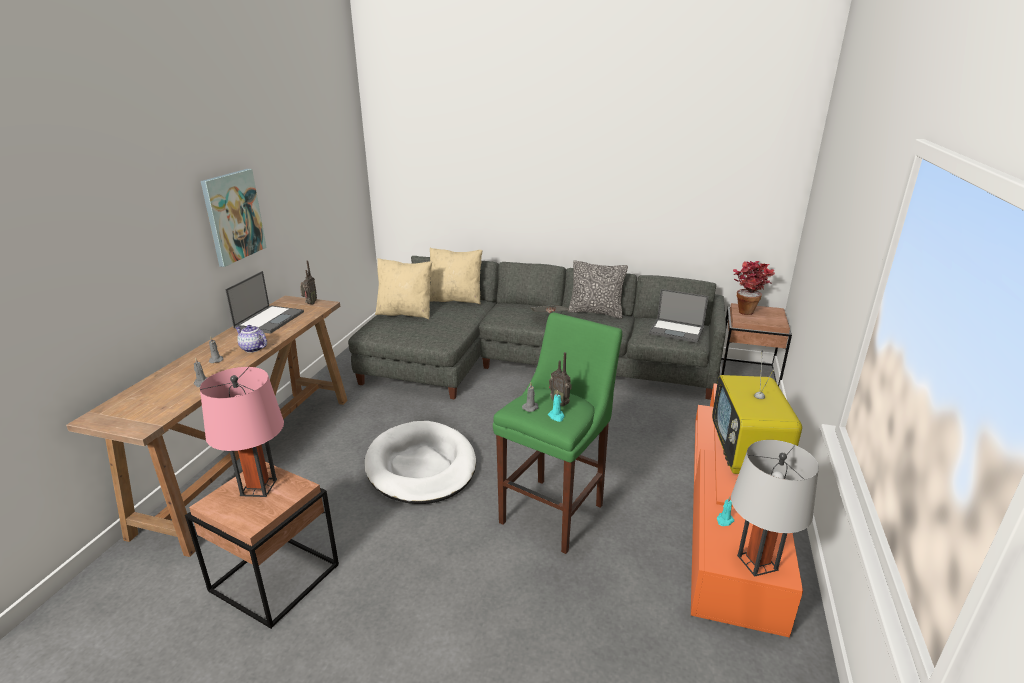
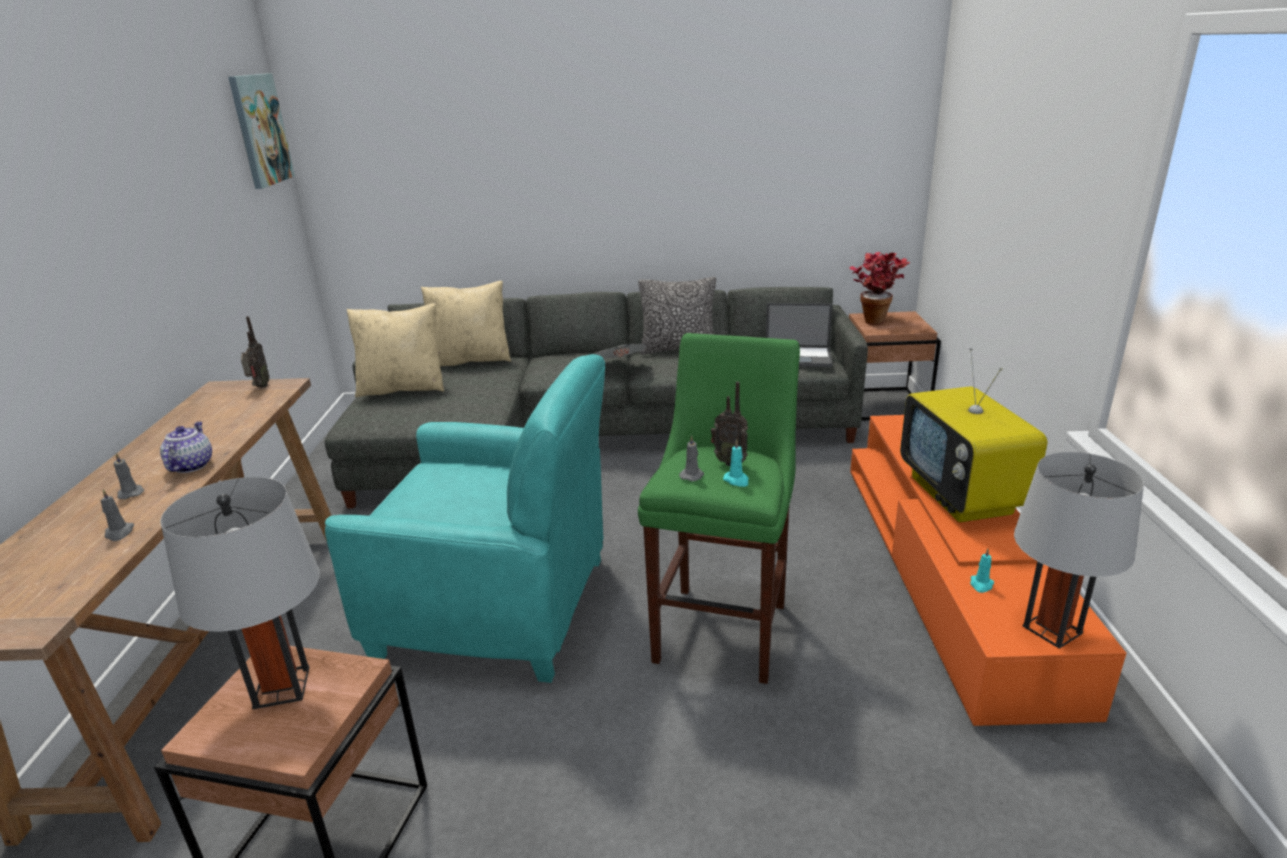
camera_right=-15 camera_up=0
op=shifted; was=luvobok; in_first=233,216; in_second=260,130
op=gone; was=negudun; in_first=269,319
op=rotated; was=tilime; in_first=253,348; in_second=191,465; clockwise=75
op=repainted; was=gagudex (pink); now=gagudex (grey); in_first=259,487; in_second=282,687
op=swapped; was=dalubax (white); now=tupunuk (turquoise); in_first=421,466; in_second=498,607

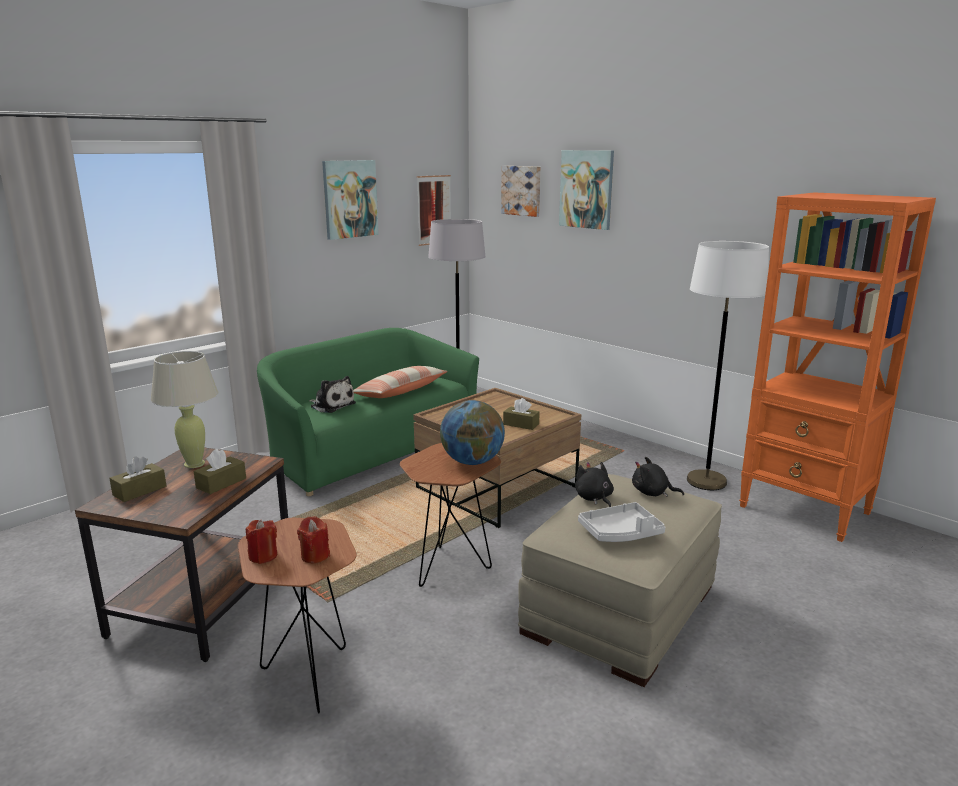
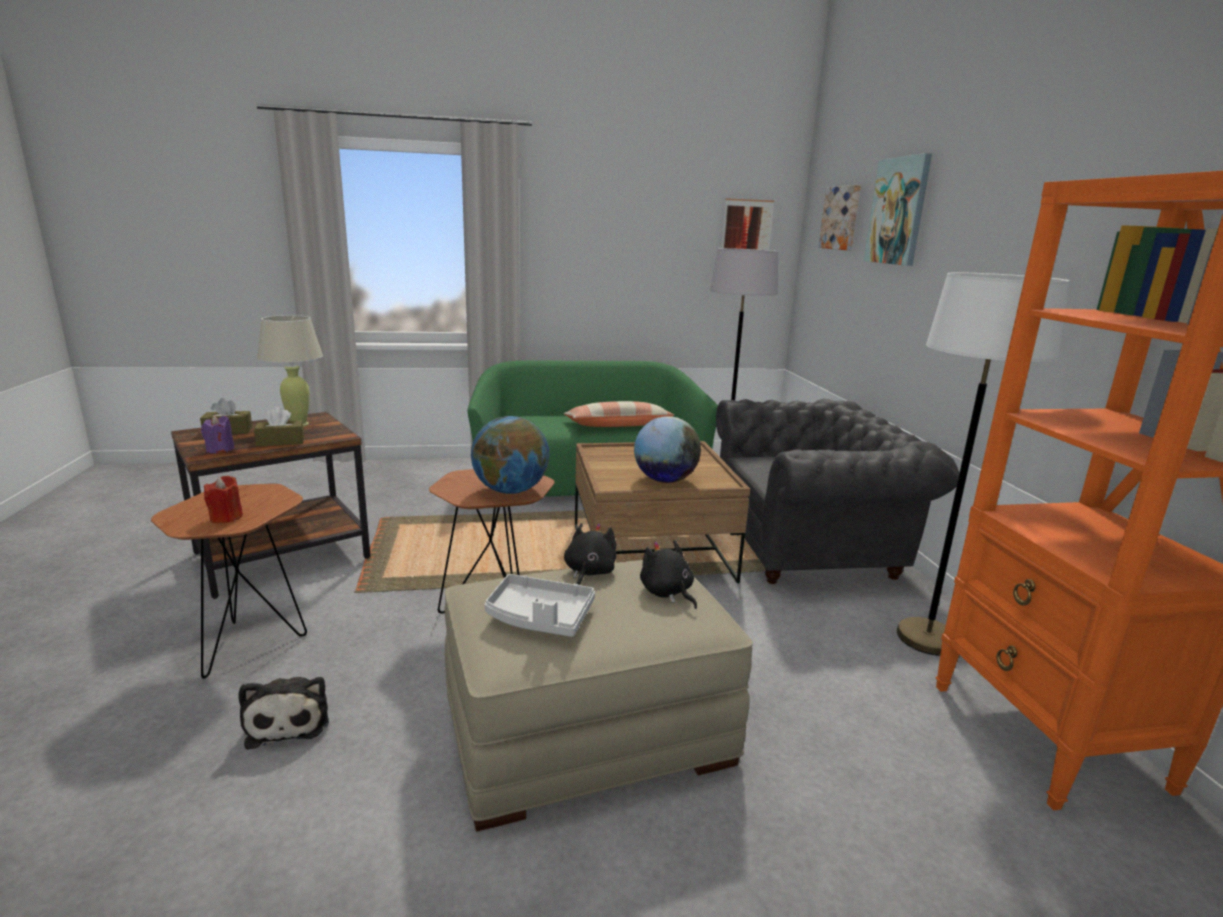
camera_right=35 camera_up=0
op=gone; was=luvobok; in_first=350,199
op=shifted; was=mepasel; in_first=331,405; in_second=289,721
op=swapped; was=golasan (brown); now=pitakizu; in_first=521,424; in_second=665,480
op=gone; was=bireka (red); in_first=263,556
op=new; now=tupunuk (grey); in_second=810,545
op=new; now=bireka (purple); in_second=220,450

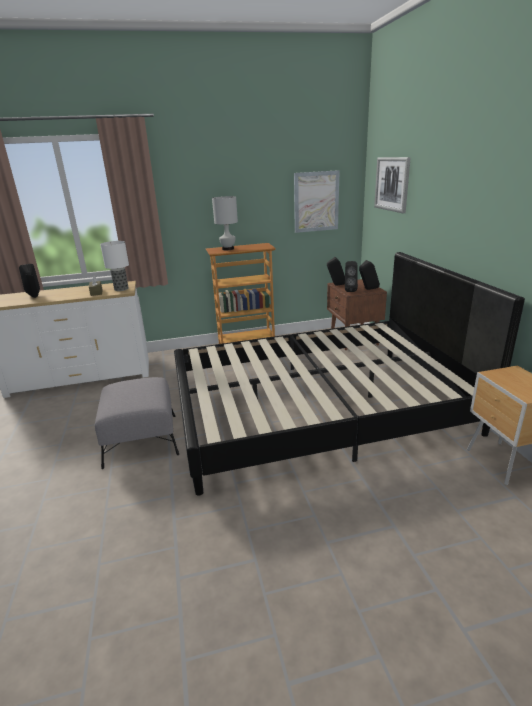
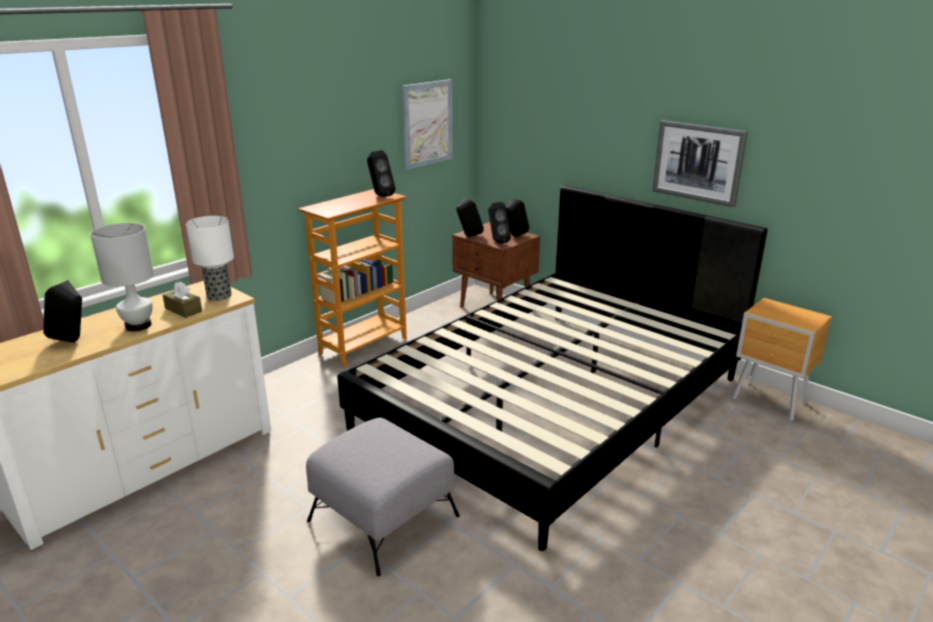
camera_right=-35 camera_up=0
op=shifted; was=luvobok; in_first=392,184; in_second=698,162
op=shifted; was=gagudex (white); in_first=228,249; in_second=138,326
op=new; now=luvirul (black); in_second=380,195

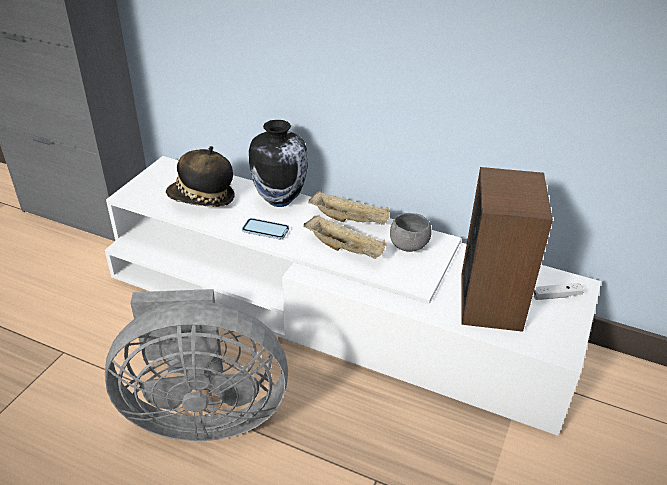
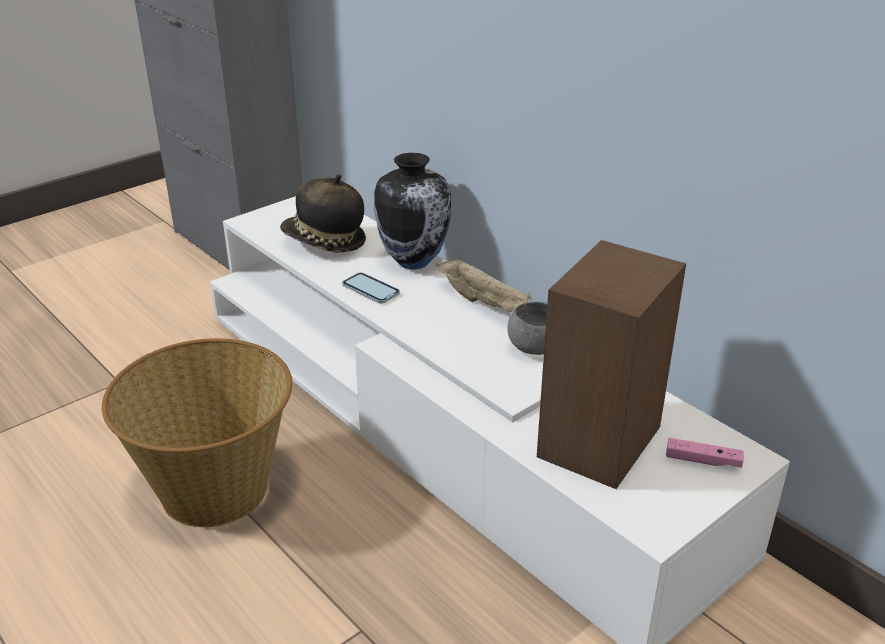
camera_right=25 camera_up=-5
op=gone; was=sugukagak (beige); in_first=345,249
op=repainted; was=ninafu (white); now=ninafu (pink); in_first=556,296; in_second=703,460
op=swapped; was=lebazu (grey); now=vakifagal; in_first=202,413; in_second=215,488

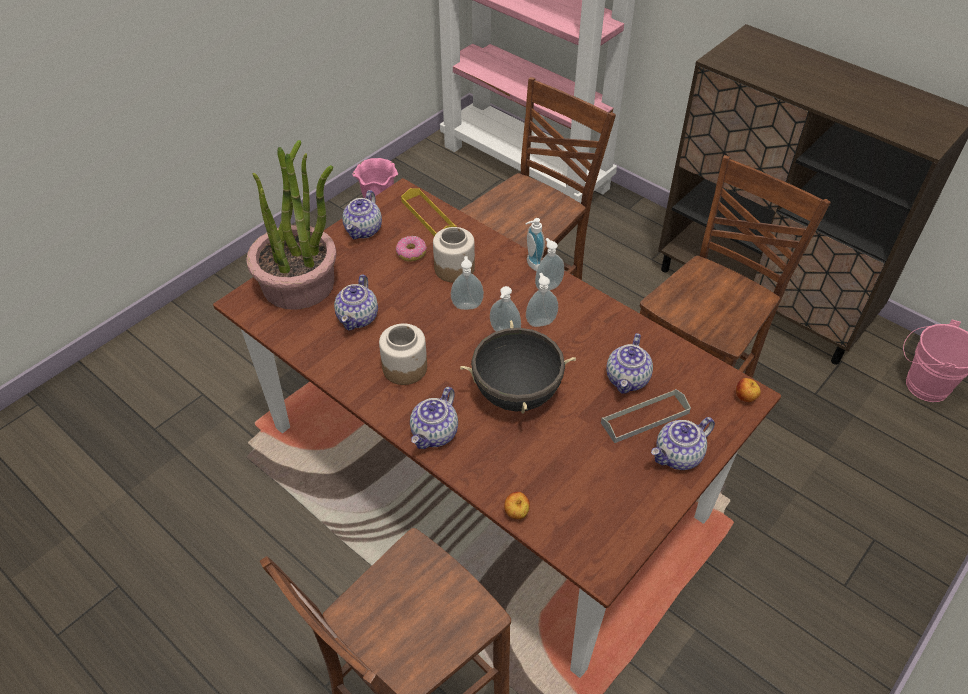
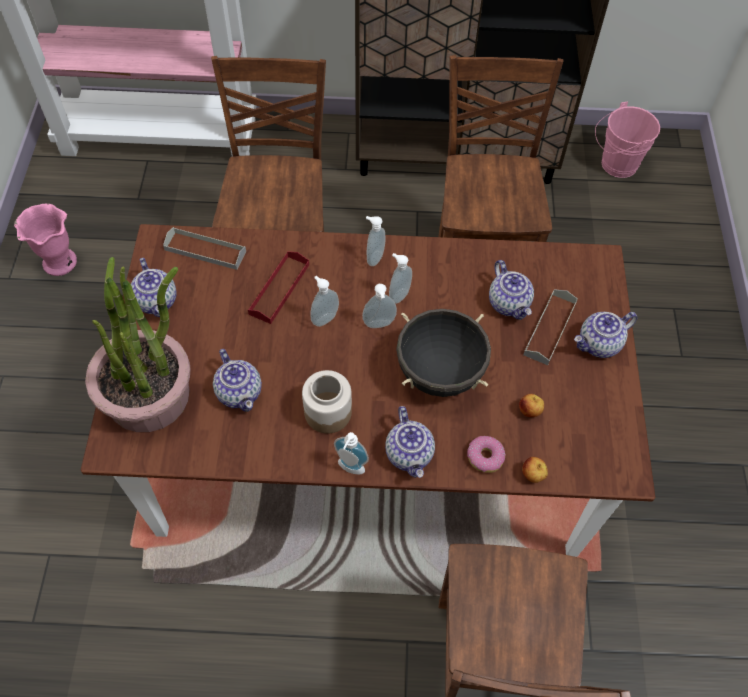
camera_right=-40 camera_up=10
op=repainted; was=sugukagak (yellow); now=sugukagak (grey); in_first=428,216; in_second=205,250
op=shifted; was=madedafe; in_first=531,265; in_second=349,469
op=swapped; was=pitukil; now=sugukagak (red); in_first=454,268; in_second=279,289
op=shifted; was=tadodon; in_first=411,253; in_second=485,457
op=shifted; was=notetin; in_first=745,398; in_second=529,411
op=rotated; was=tilime; in_first=678,456; in_second=599,344; clockwise=45

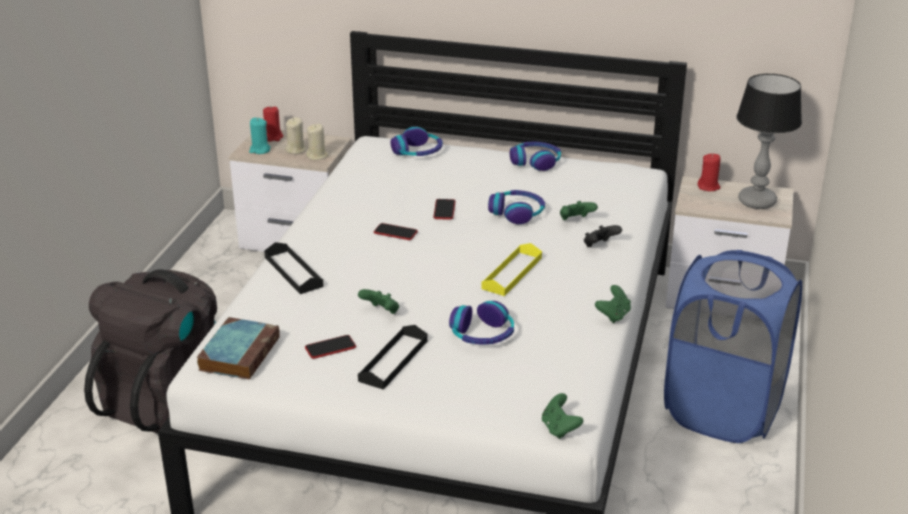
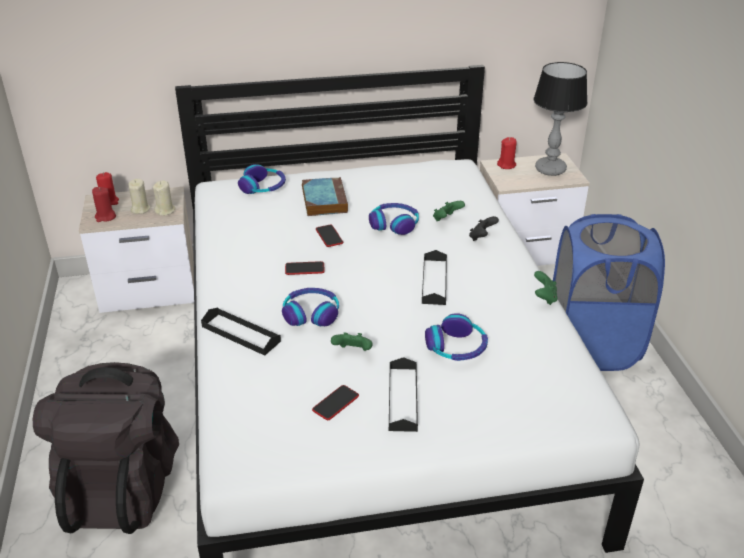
camera_right=-25 camera_up=5
op=repainted; was=bireka (turquoise); now=bireka (red); in_first=260,150; in_second=105,217
op=shifted; was=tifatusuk; in_first=535,162; in_second=311,313
op=repainted; was=sugukagak (yellow); now=sugukagak (black); in_first=512,273; in_second=434,281
op=shifted; was=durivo; in_first=239,353; in_second=324,200
op=gone; was=ninafu (green); in_first=559,429

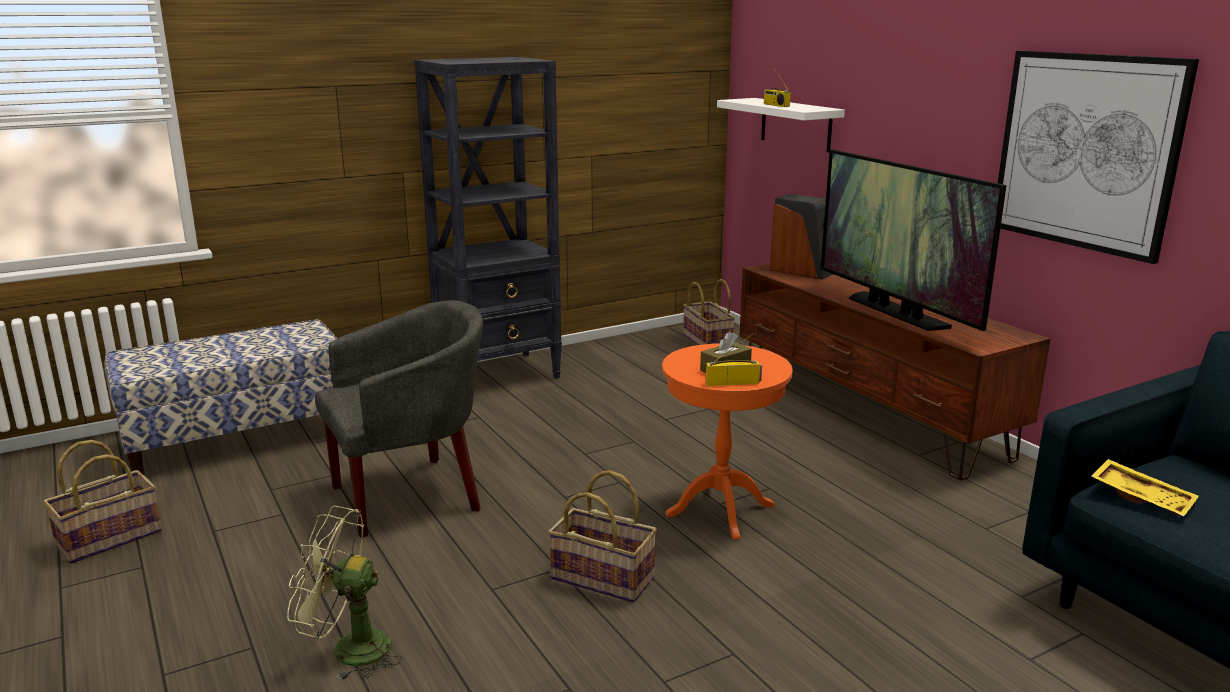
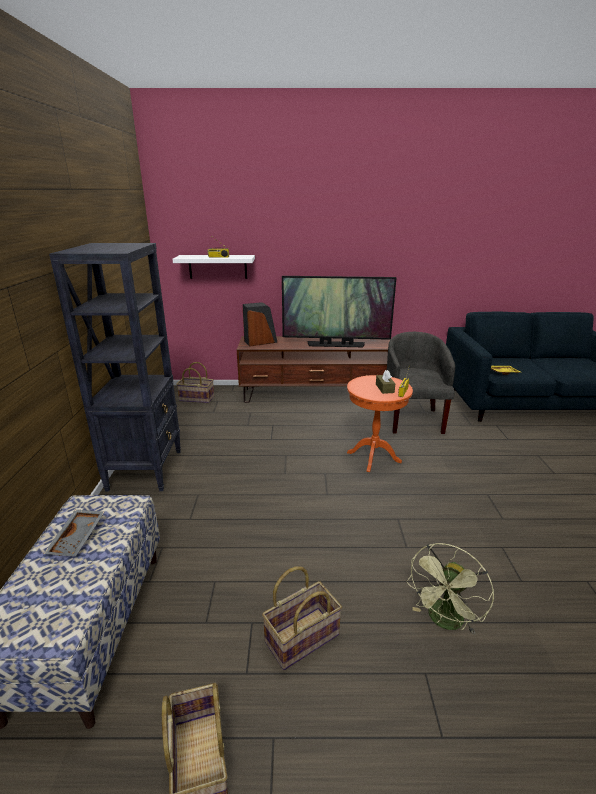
camera_right=-60 camera_up=5
op=gone; was=luvobok; in_first=1086,151
op=shifted; was=tupunuk (grey); in_first=411,495; in_second=412,419
op=shifted; was=vakifagal; in_first=604,577; in_second=301,637
op=new; now=sugukagak (grey); in_second=78,538

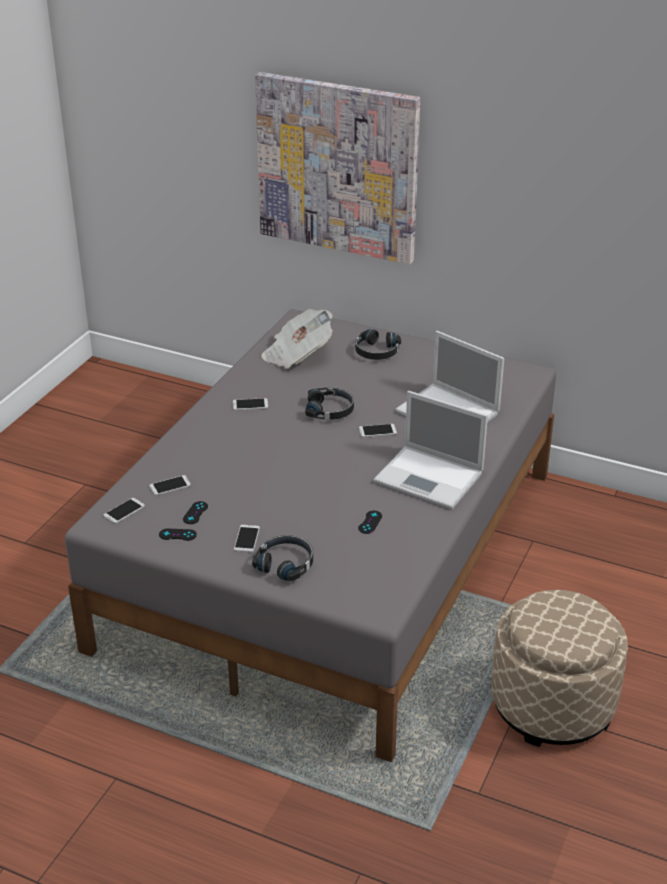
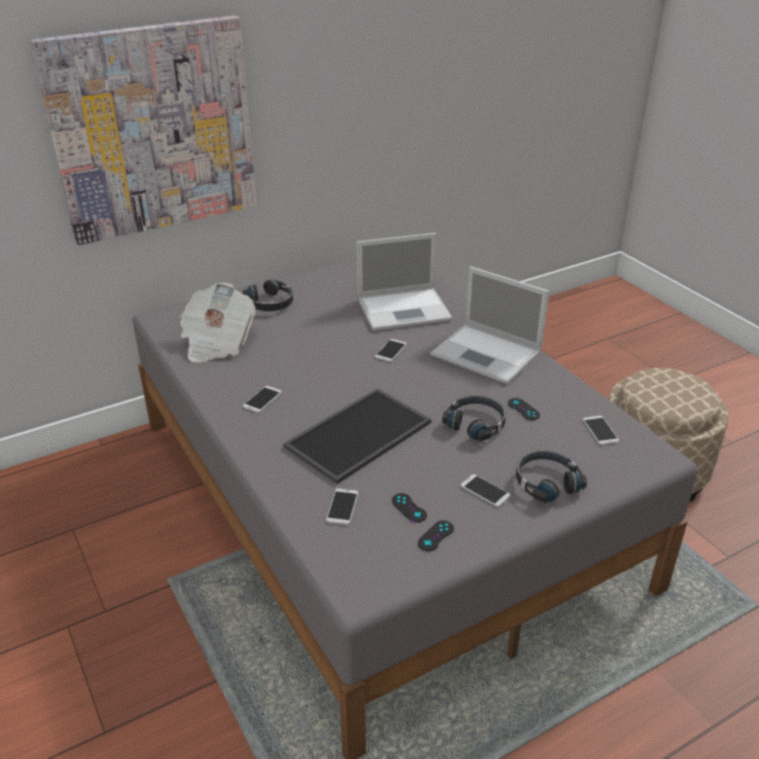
camera_right=-55 camera_up=0
op=shifted; was=tifatusuk (black); in_first=330,410; in_second=476,423
op=rotated; was=negudun; in_first=430,478; in_second=488,354; clockwise=60
op=shifted; was=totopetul; in_first=124,511; in_second=600,430
op=new; now=sugukagak; in_second=359,436

